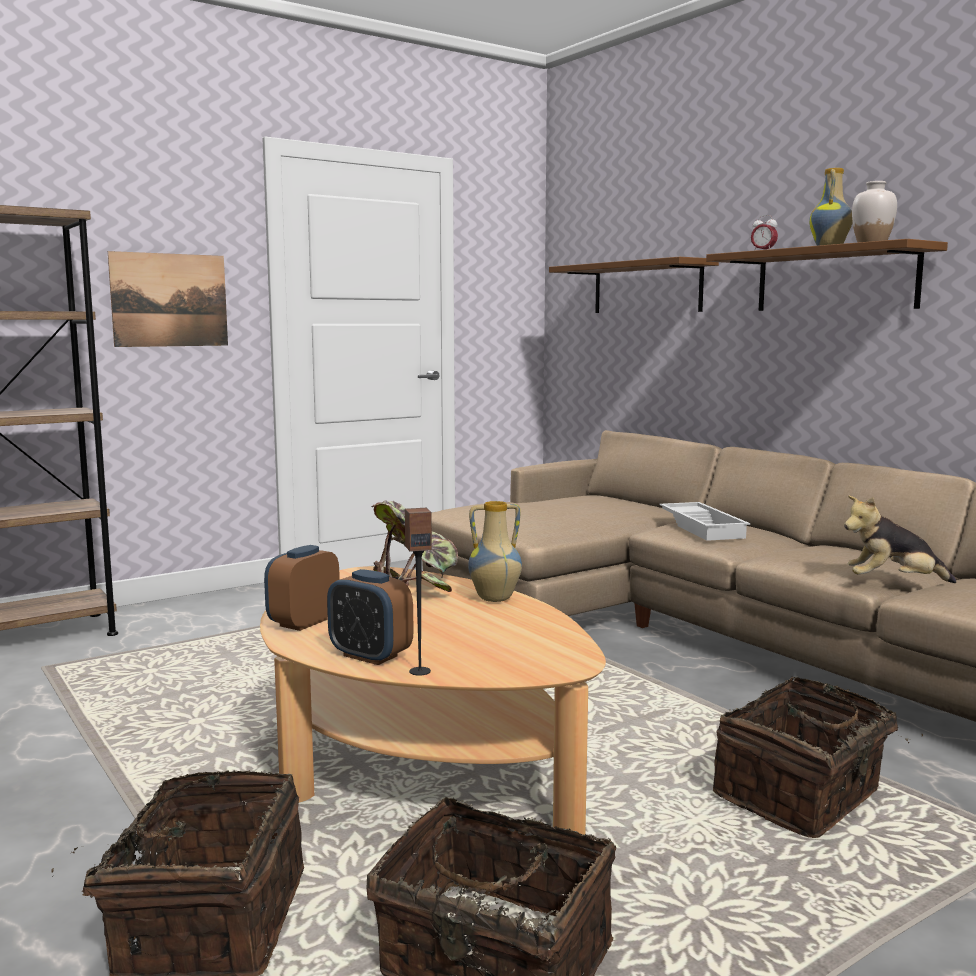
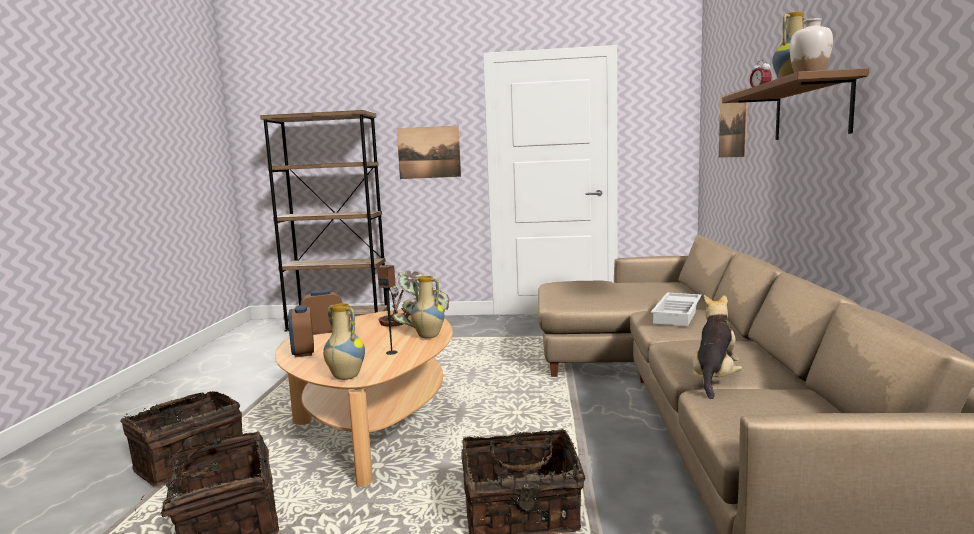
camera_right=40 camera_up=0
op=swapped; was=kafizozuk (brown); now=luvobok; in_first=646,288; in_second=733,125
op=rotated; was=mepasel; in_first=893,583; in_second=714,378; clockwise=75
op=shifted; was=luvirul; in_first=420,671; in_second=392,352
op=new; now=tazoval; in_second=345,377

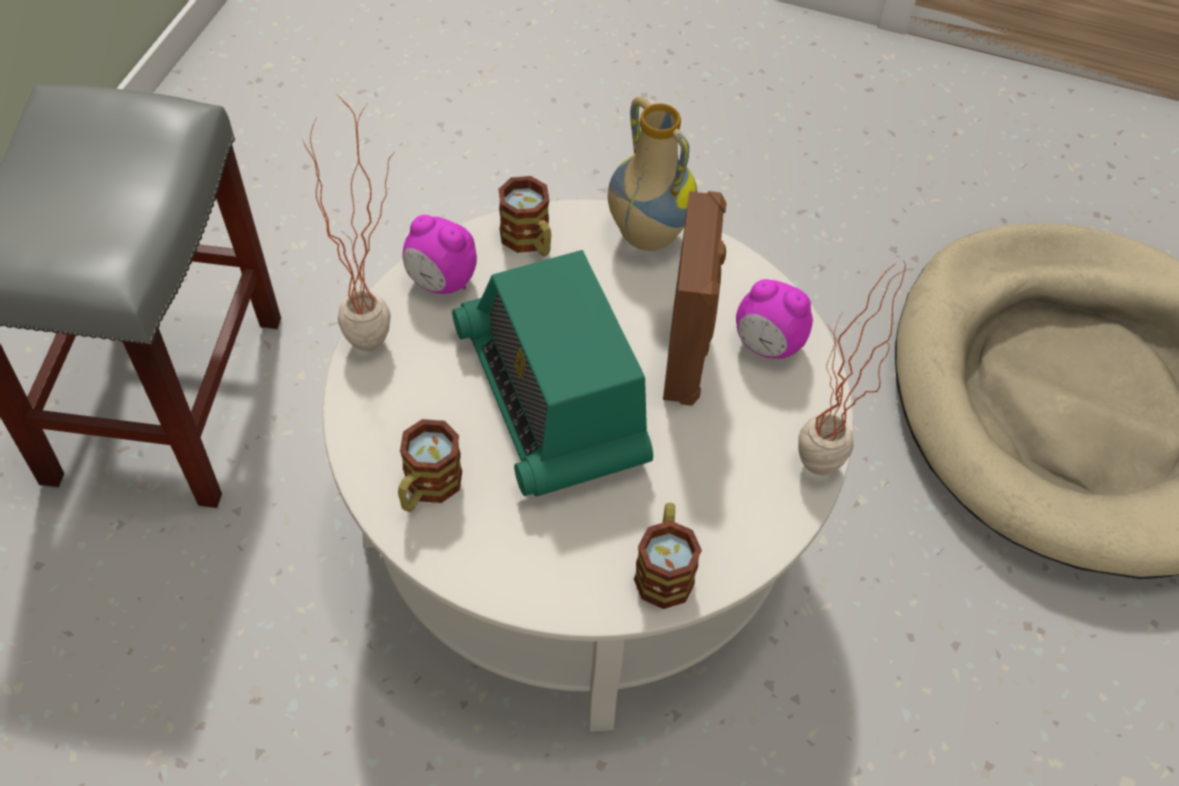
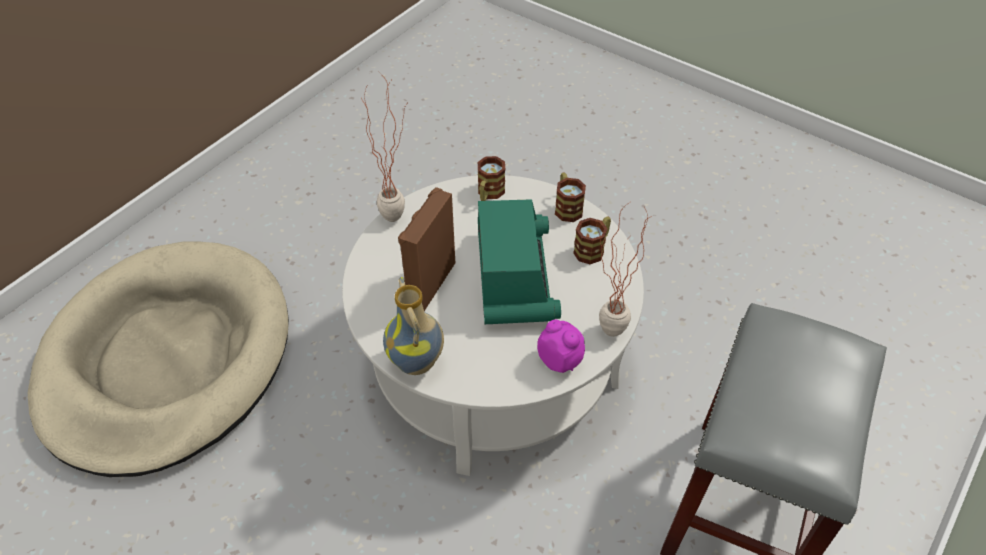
camera_right=-160 camera_up=-5
op=shifted; was=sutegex; in_first=529,241; in_second=567,207
op=gone; was=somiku; in_first=768,345

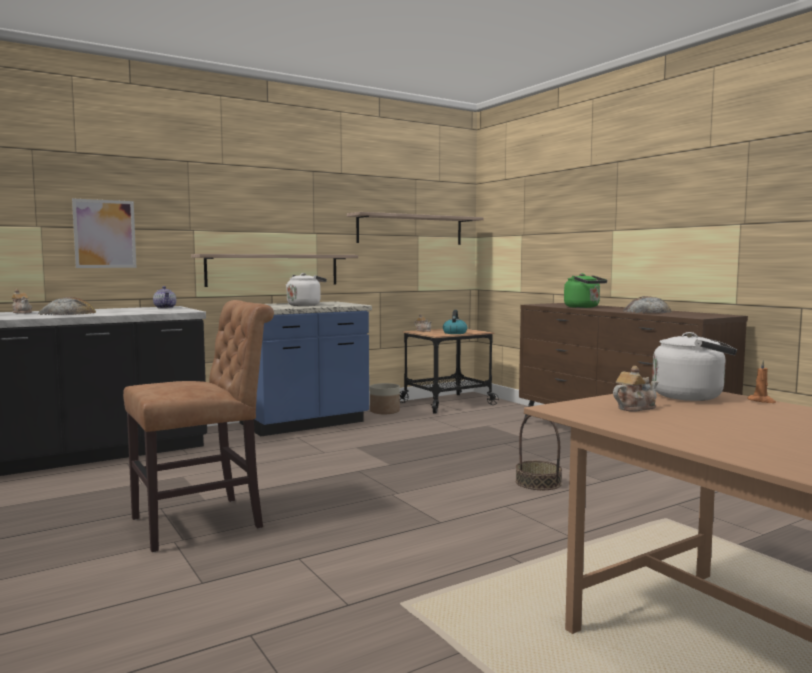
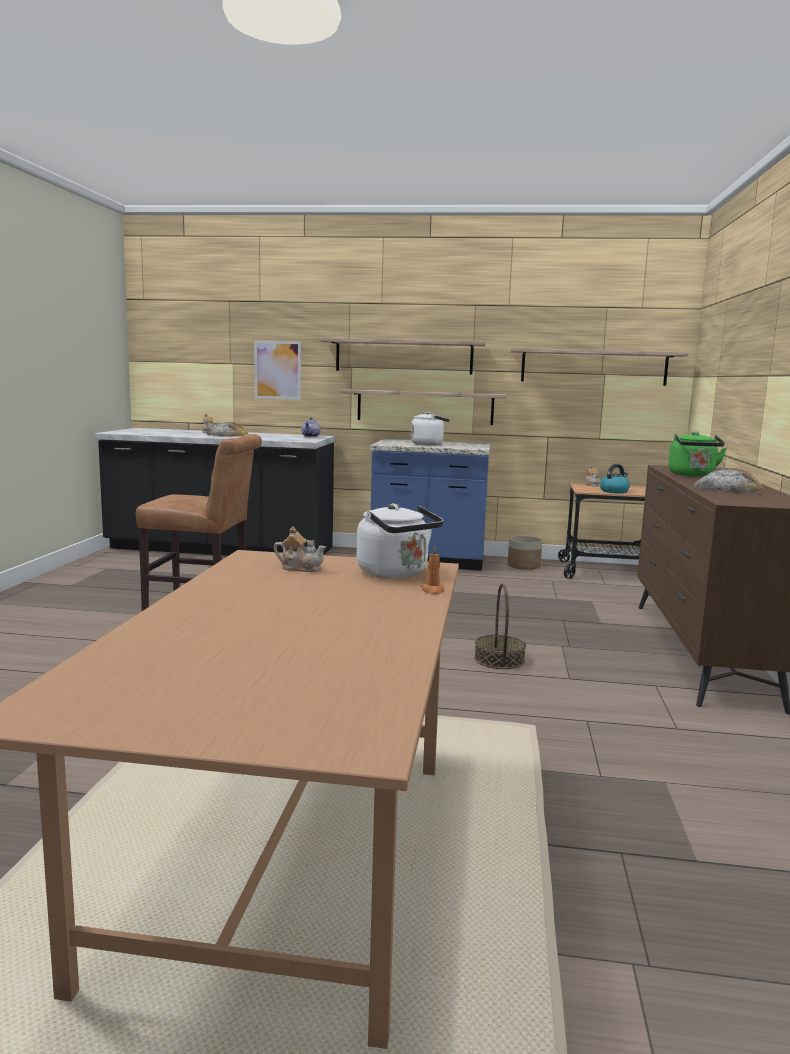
camera_right=40 camera_up=5
op=new; now=kafizozuk; in_second=404,356

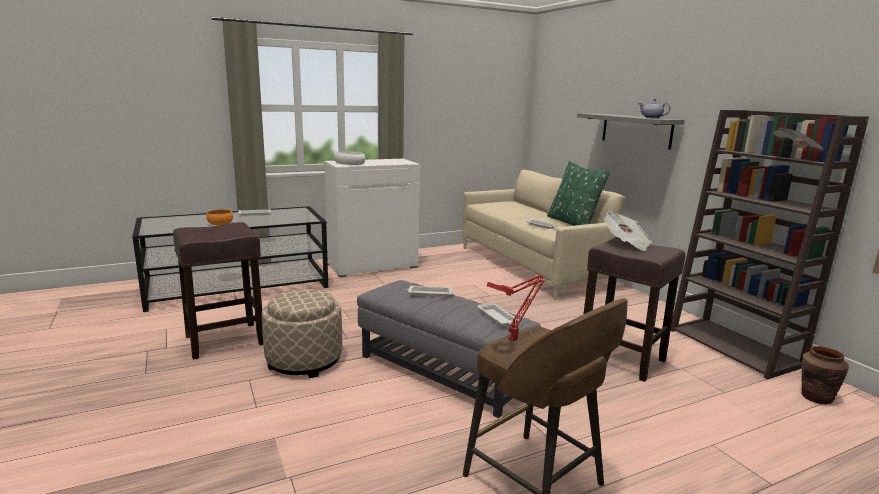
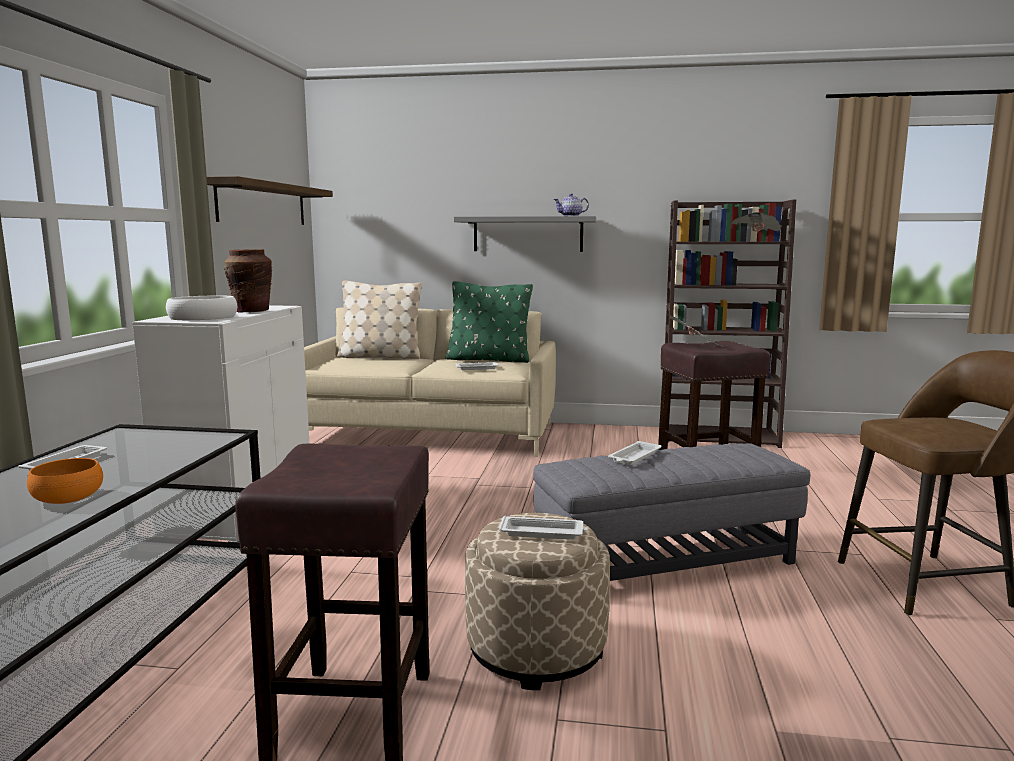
camera_right=-55 camera_up=-5
op=gone; was=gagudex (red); in_first=514,339
op=shifted; was=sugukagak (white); in_first=497,317; in_second=543,533
op=shifted; was=tazoval (brown); in_first=816,397; in_second=251,311
op=new; now=kafizozuk; in_second=263,204
op=new; now=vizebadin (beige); in_second=380,356

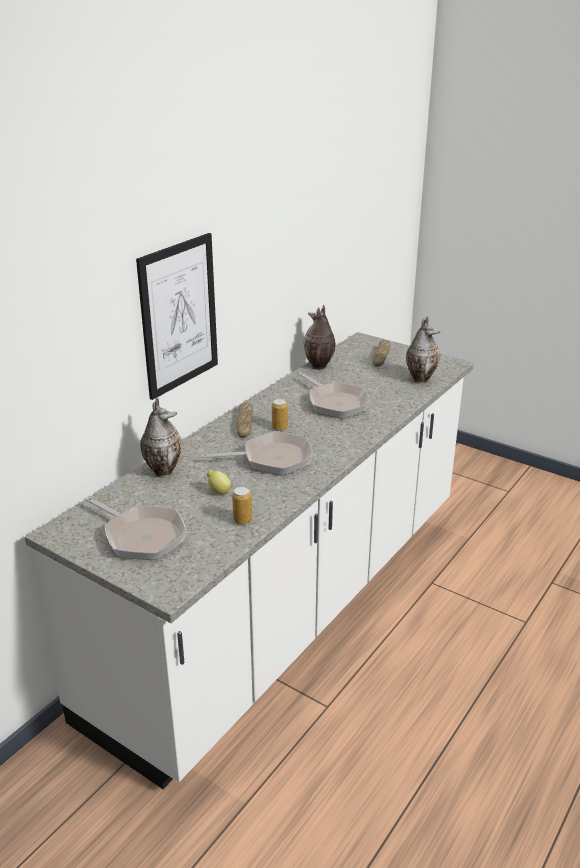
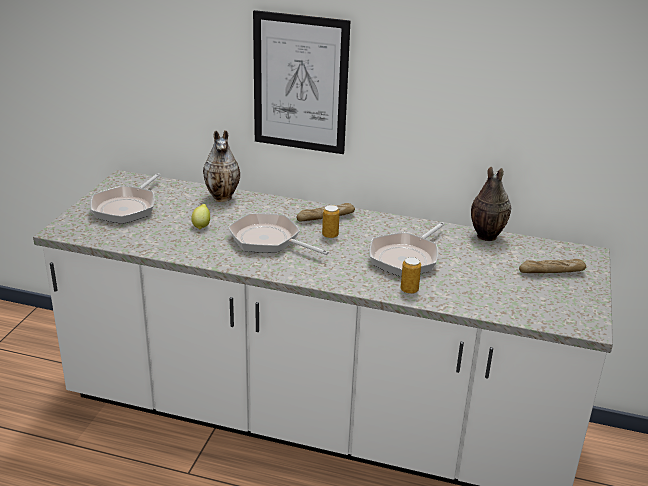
camera_right=70 camera_up=0
op=gone; was=tazoval; in_first=421,379
op=rotated; was=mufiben; in_first=272,459; in_second=269,240; clockwise=150
op=shifted; was=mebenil; in_first=242,520; in_second=409,290

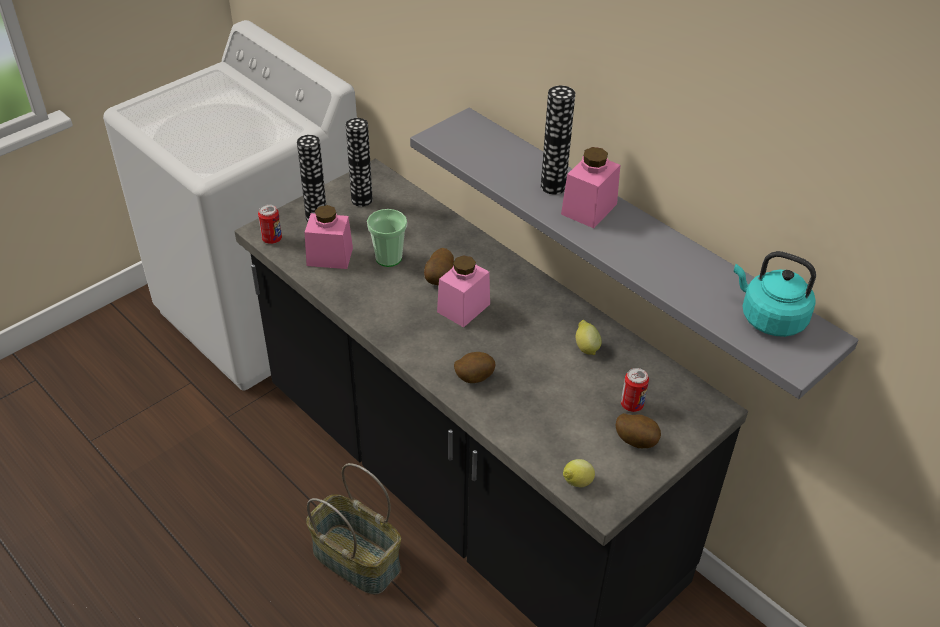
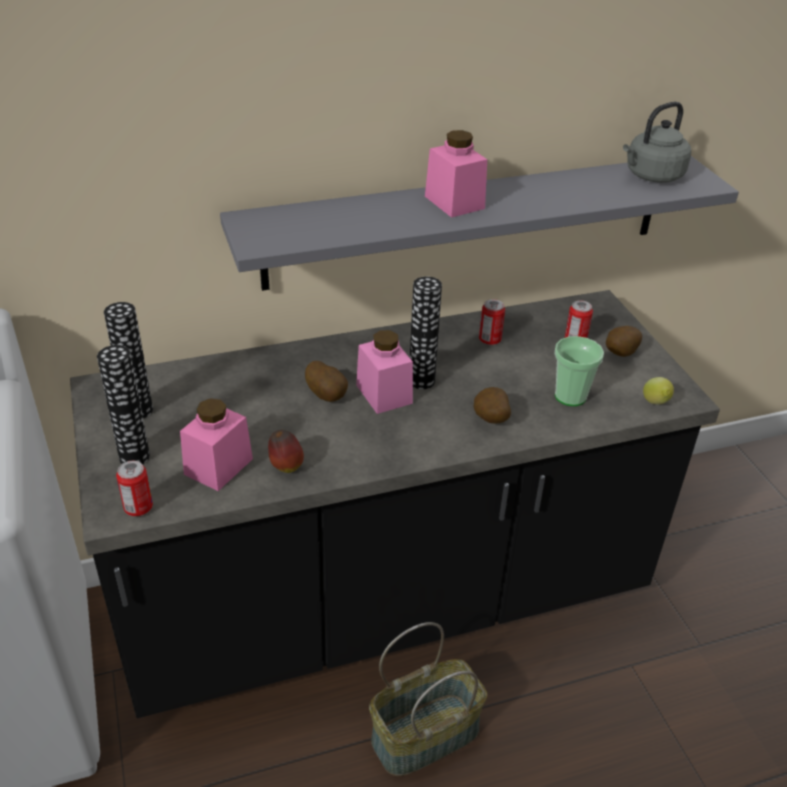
camera_right=-65 camera_up=-5
op=shifted; was=tazoval; in_first=553,186; in_second=421,381
op=shifted; was=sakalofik; in_first=388,258; in_second=570,396
op=repainted; was=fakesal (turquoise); now=fakesal (grey); in_first=769,318; in_second=651,176
op=swapped; was=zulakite; now=mebenil; in_first=586,347; in_second=490,340
op=new; now=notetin; in_second=285,467

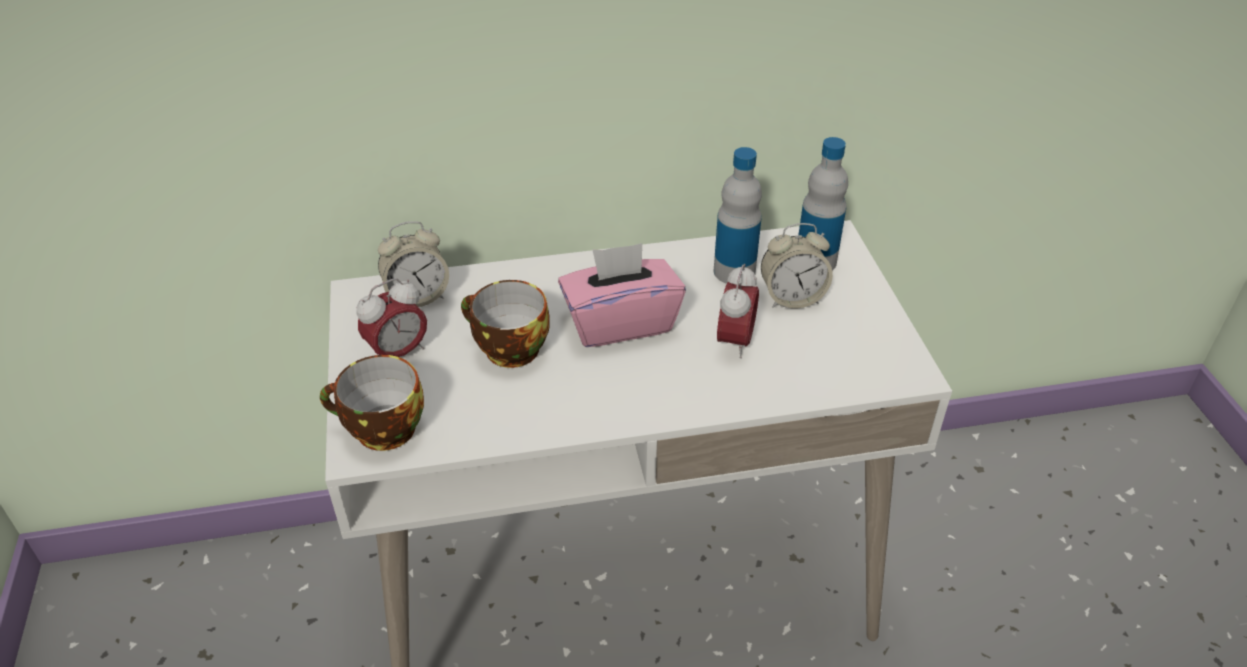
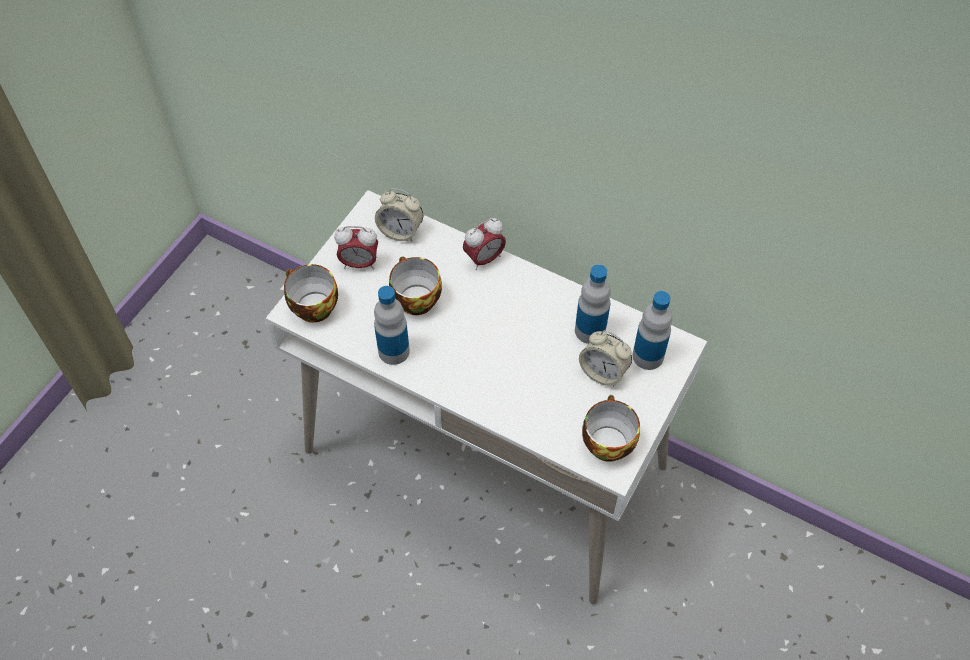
camera_right=40 camera_up=15
op=gone; was=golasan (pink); in_first=620,322
op=shifted; was=somiku; in_first=735,342; in_second=484,259
op=new; now=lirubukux; in_second=394,351
op=new; now=sakalofik; in_second=606,441

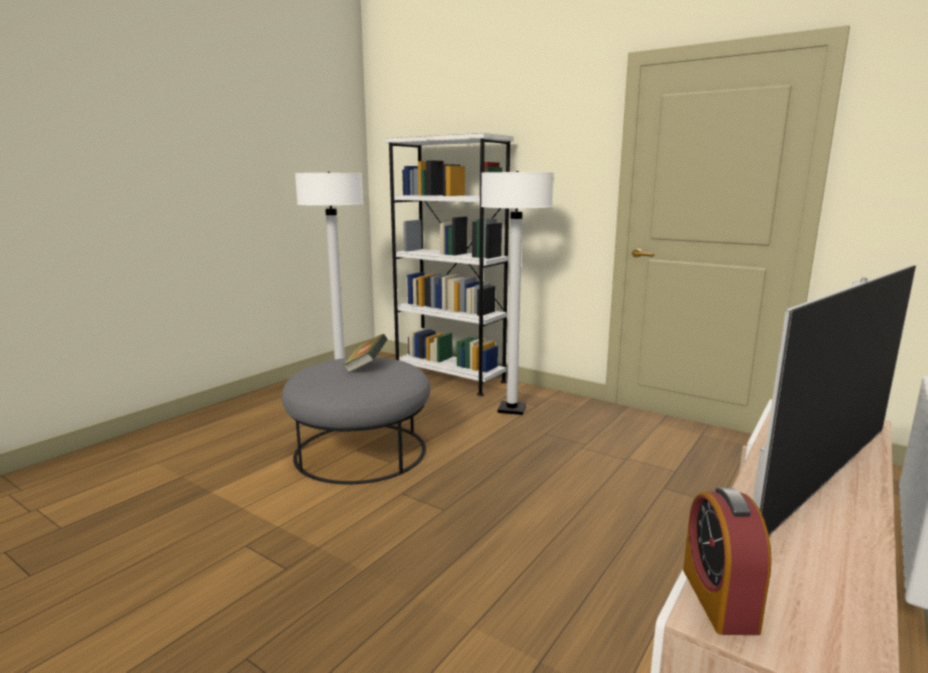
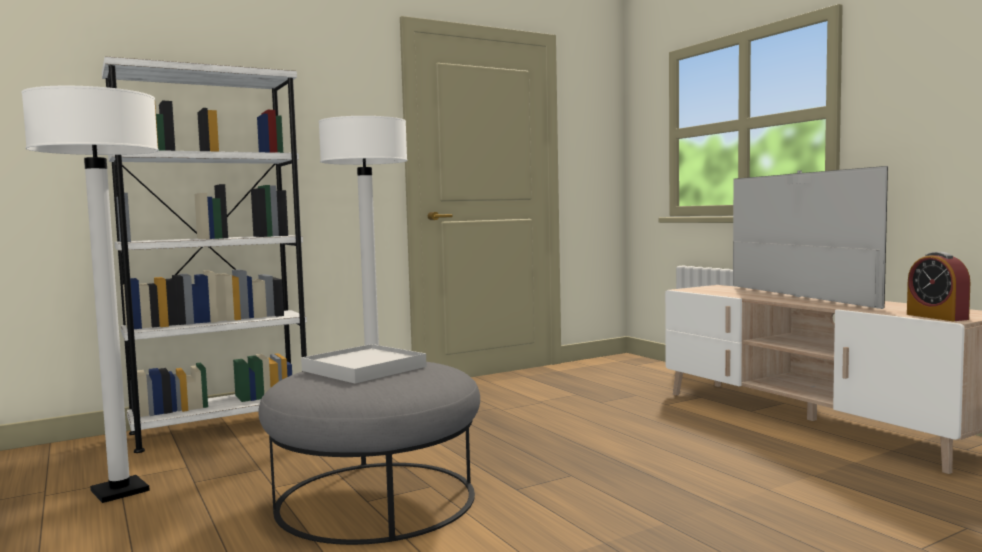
camera_right=-65 camera_up=-10
op=swapped; was=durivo; now=sugukagak (white); in_first=366,367; in_second=364,369
op=rotated; was=somiku; in_first=719,599; in_second=937,317; clockwise=45

